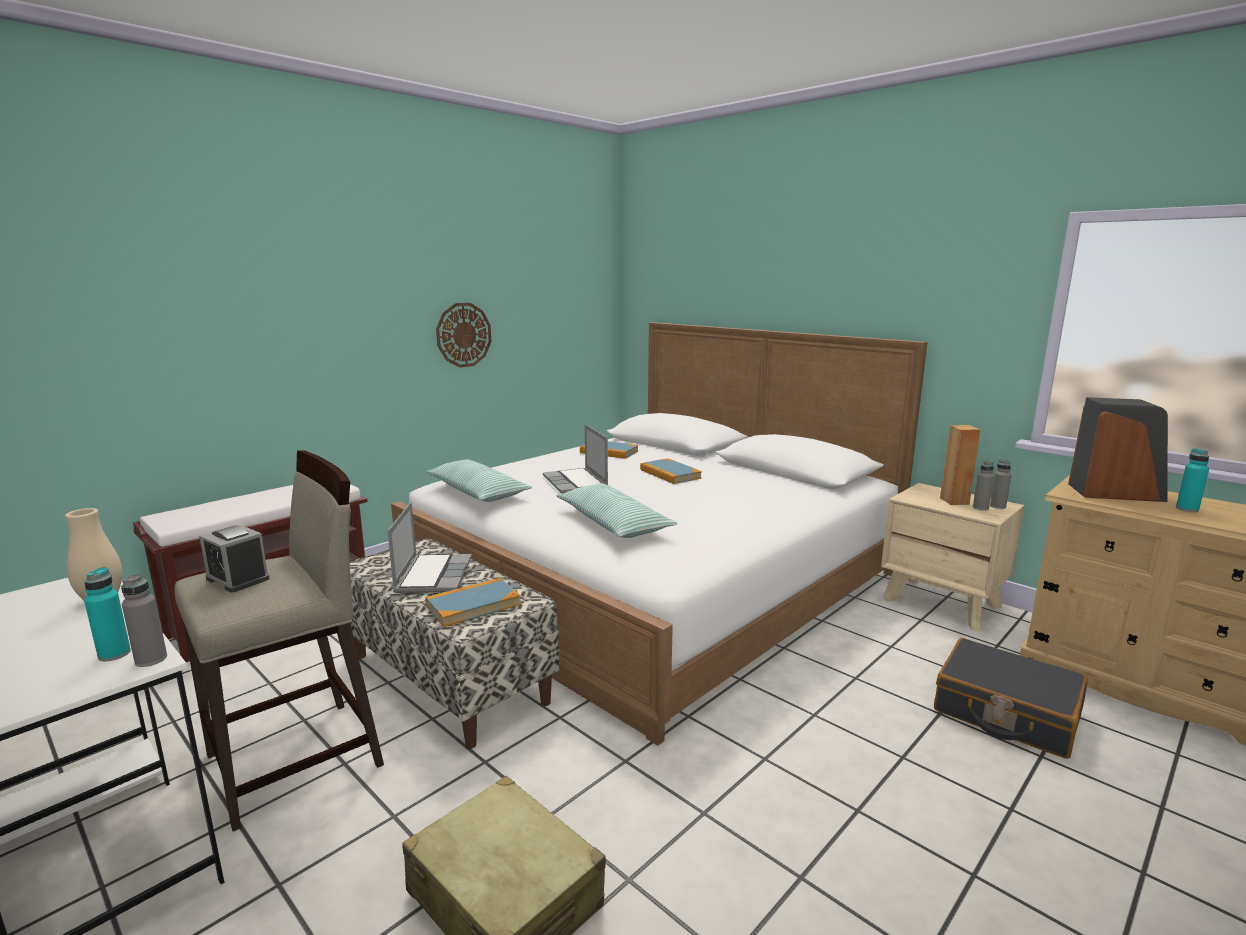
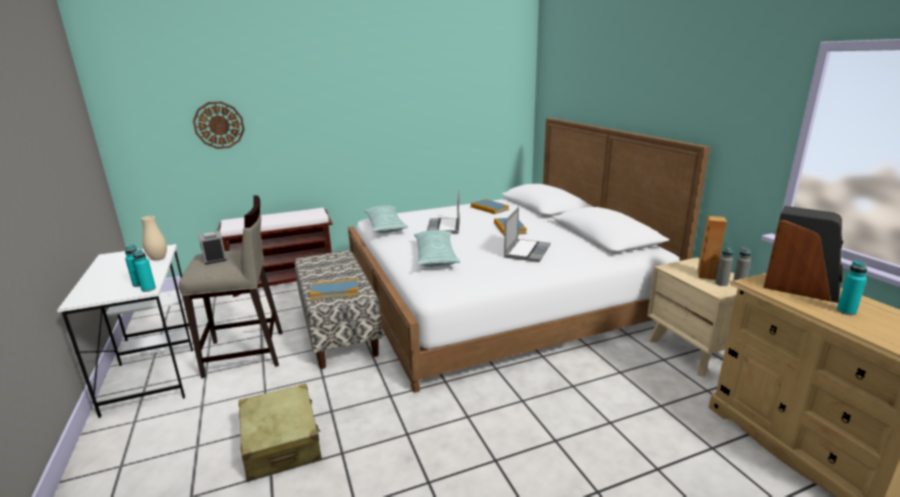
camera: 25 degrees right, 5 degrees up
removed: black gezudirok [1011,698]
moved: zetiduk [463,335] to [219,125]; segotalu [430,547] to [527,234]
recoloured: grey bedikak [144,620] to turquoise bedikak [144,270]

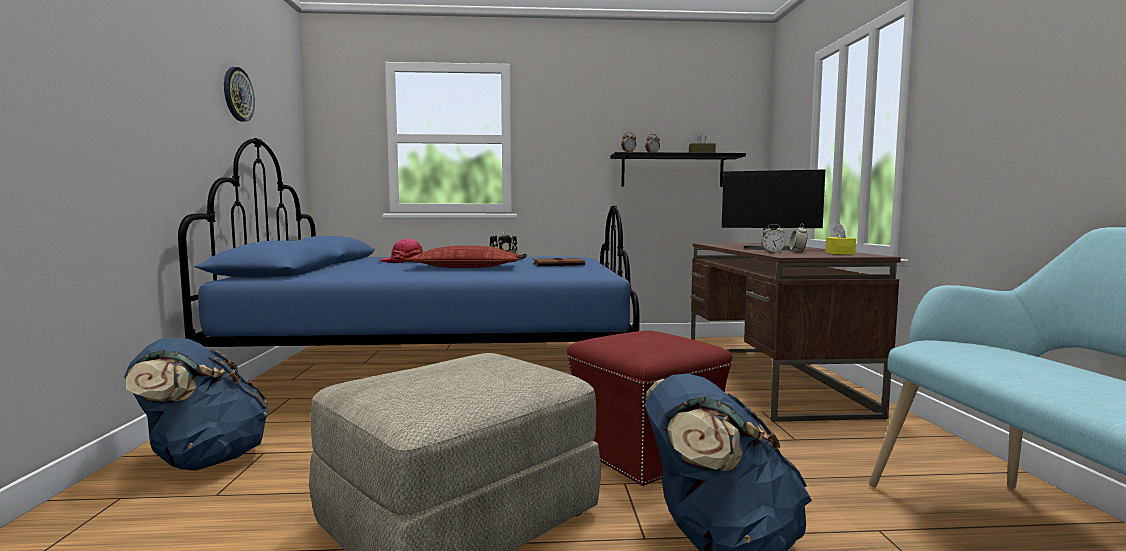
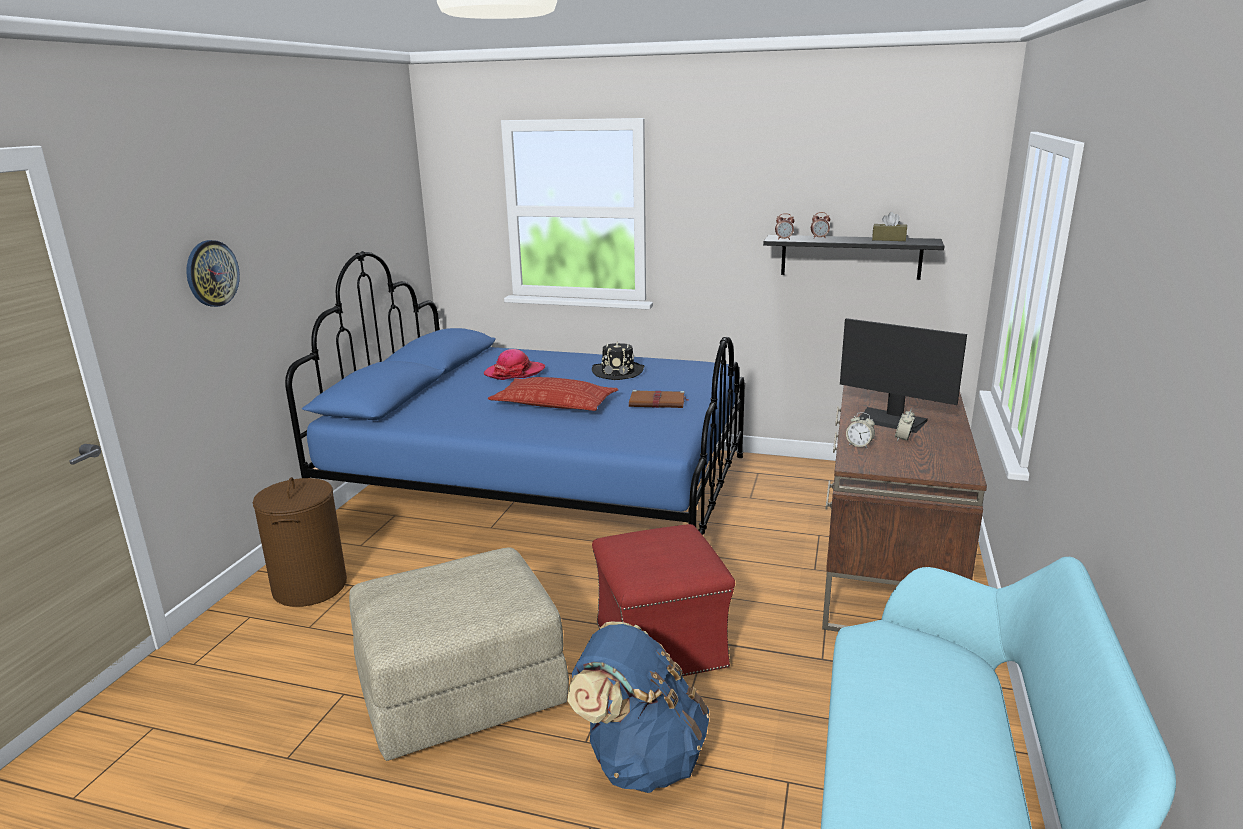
camera: 20 degrees right, 15 degrees up
removed: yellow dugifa [840,238]
moved: zetiduk [239,94] to [213,273]
replaced: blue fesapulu [196,404] to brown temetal [300,542]

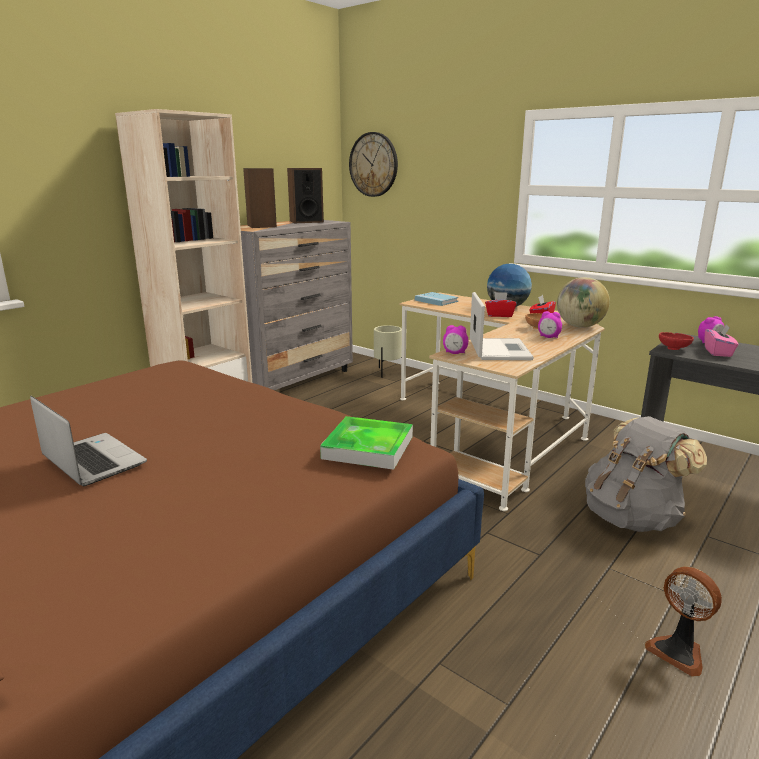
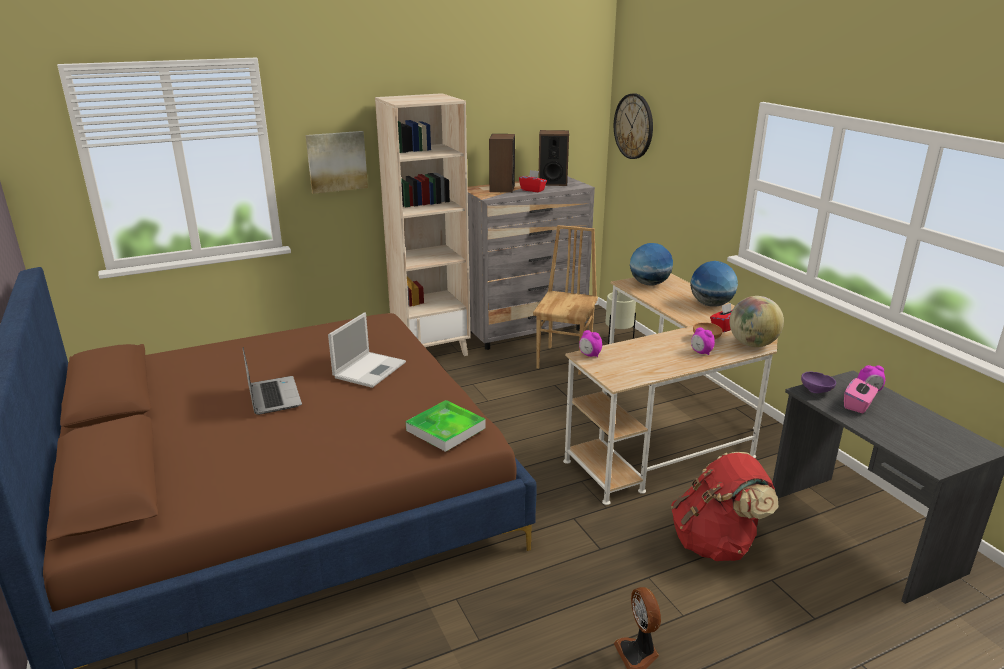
camera: 25 degrees right, 5 degrees up
added: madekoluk [337,162]; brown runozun [565,300]
moved: segotalu [502,326] to [367,350]; red dugifa [500,304] to [533,181]
replaced: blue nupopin [436,299] to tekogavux [651,264]
recoloured: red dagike [676,341] to purple dagike [818,382]; grey fesapulu [646,474] to red fesapulu [725,506]

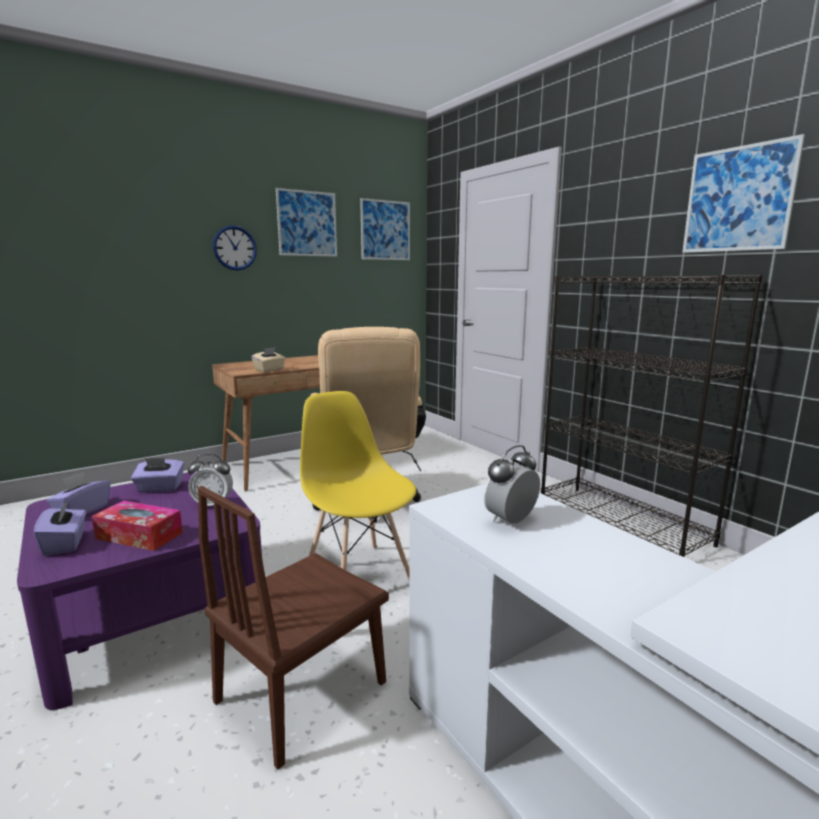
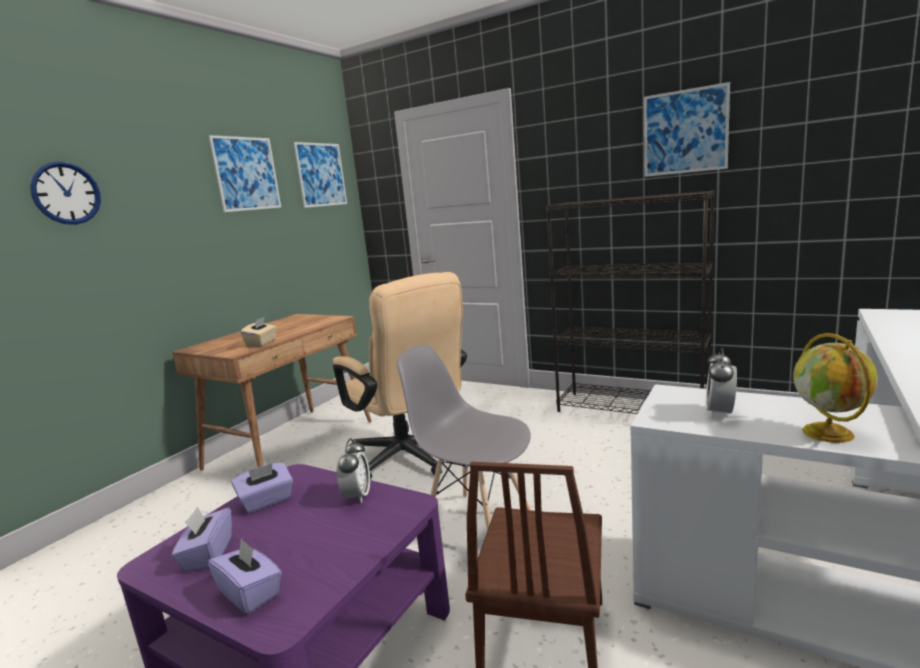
camera: 25 degrees left, 0 degrees up
removed: dugifa [137,526]
added: tekogavux [835,388]
moved: zetiduk [235,248] to [65,193]
recoloured: yellow runozun [358,485] to grey runozun [464,437]
turned: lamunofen [210,480] = [353,471] 60 degrees counterclockwise

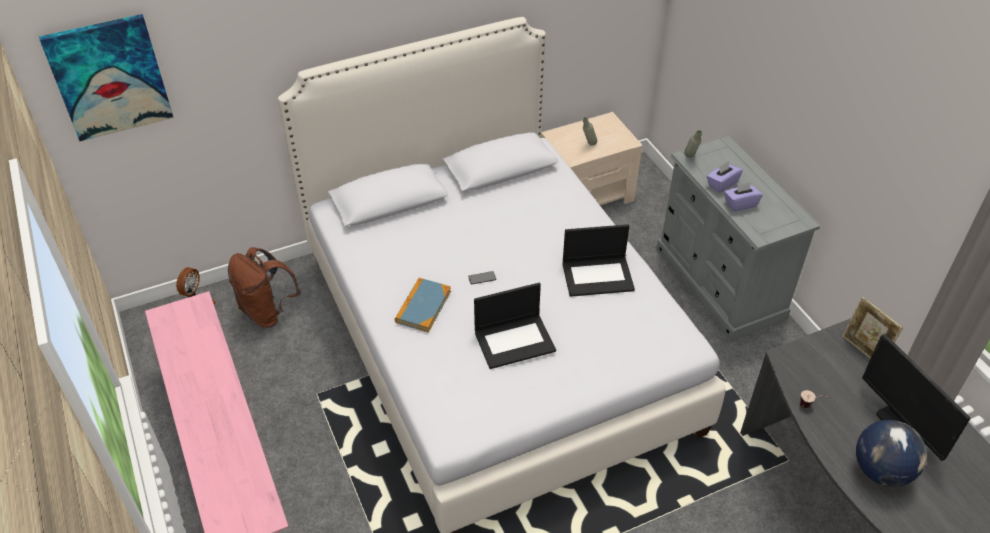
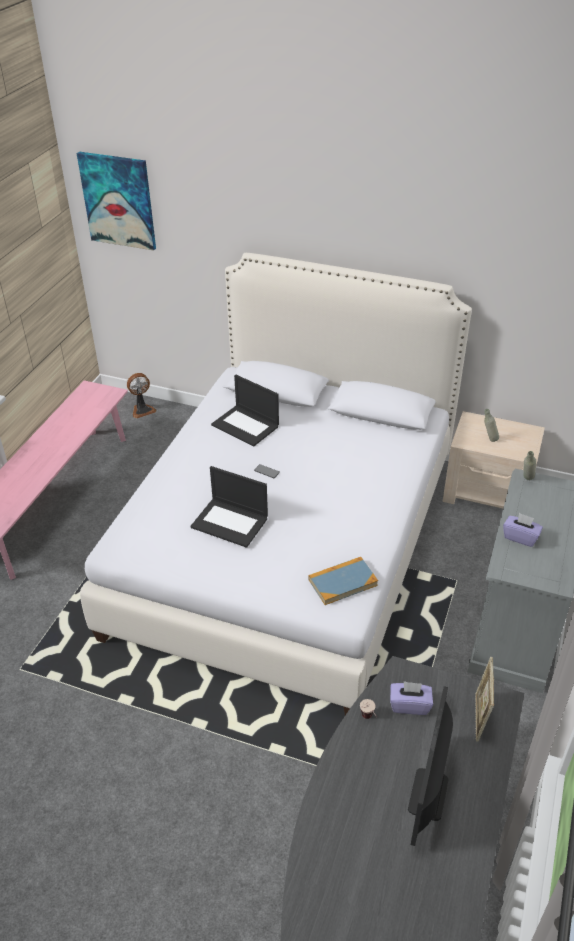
camera: 45 degrees right, 5 degrees down
removed: brown fesapulu [264,287]; tekogavux [891,453]
moved: purple dugifa [725,177] to [411,698]; segotalu [598,260] to [245,411]; nupopin [423,305] to [343,581]

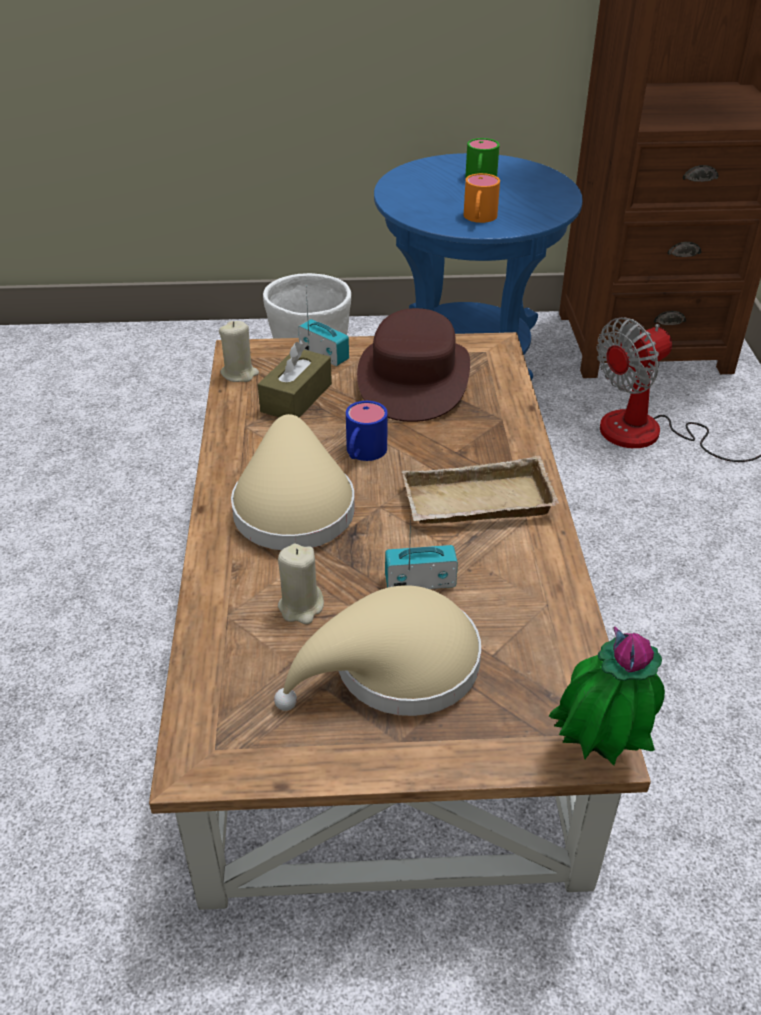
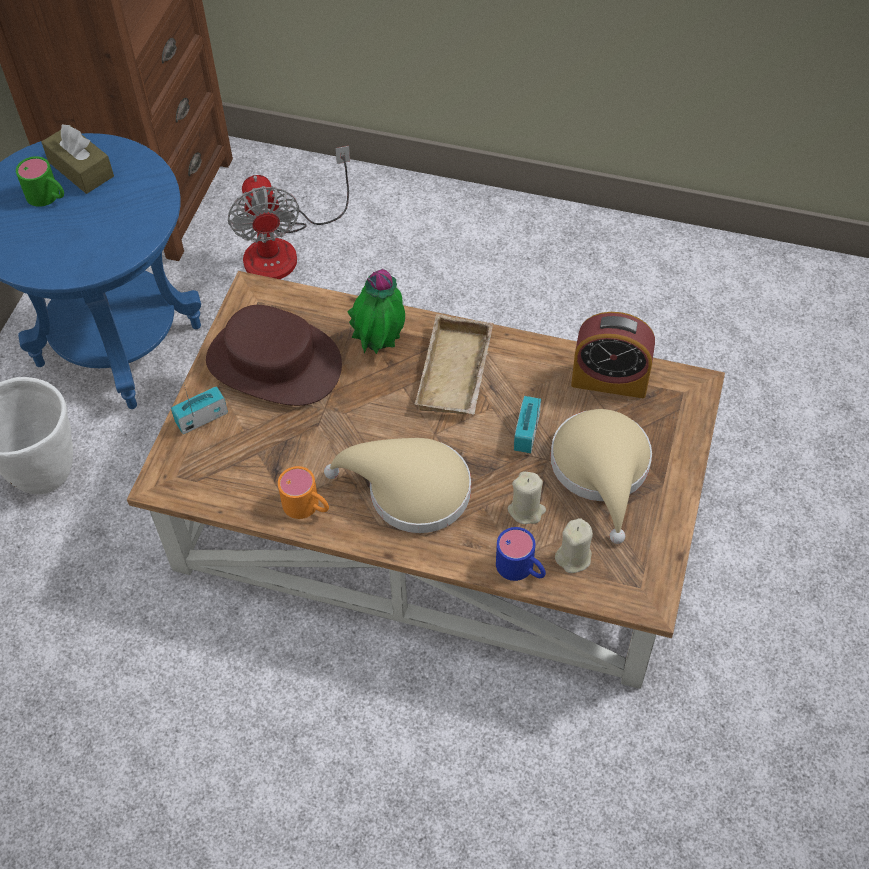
camera: 70 degrees left, 15 degrees up
added: lamunofen [613,355]
moved: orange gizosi [482,198] to [303,492]; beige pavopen [239,351] to [574,545]; brown dugifa [295,379] to [77,159]; blue gizosi [367,431] to [521,554]; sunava [607,695] to [376,311]

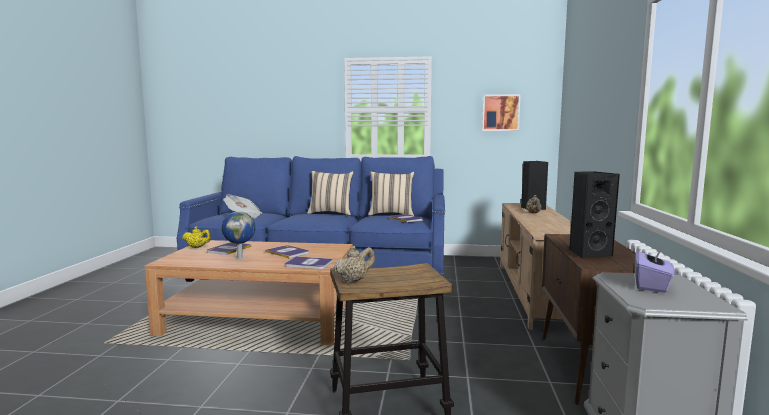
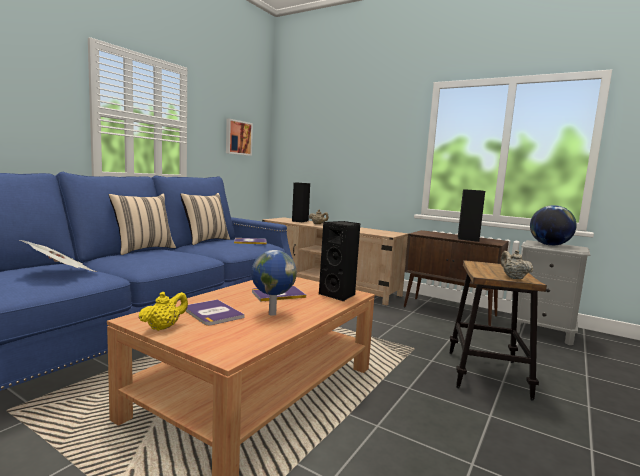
camera: 65 degrees left, 0 degrees up
replaced: purple dugifa [655,270] to tekogavux [553,225]; nupopin [309,262] to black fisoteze [339,261]

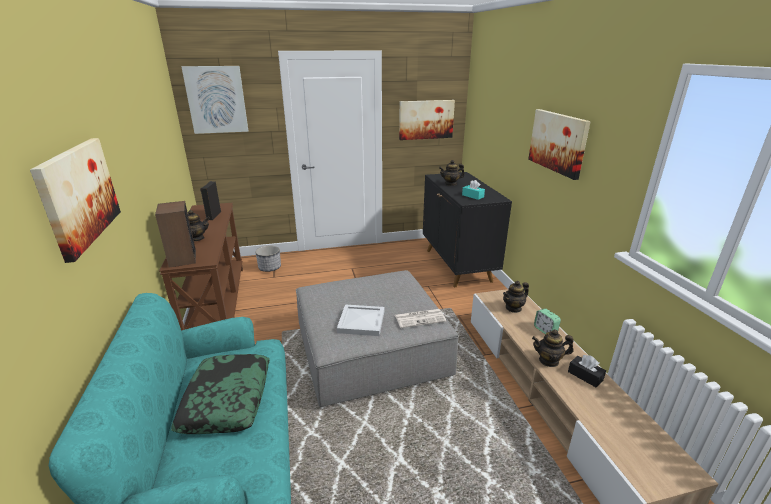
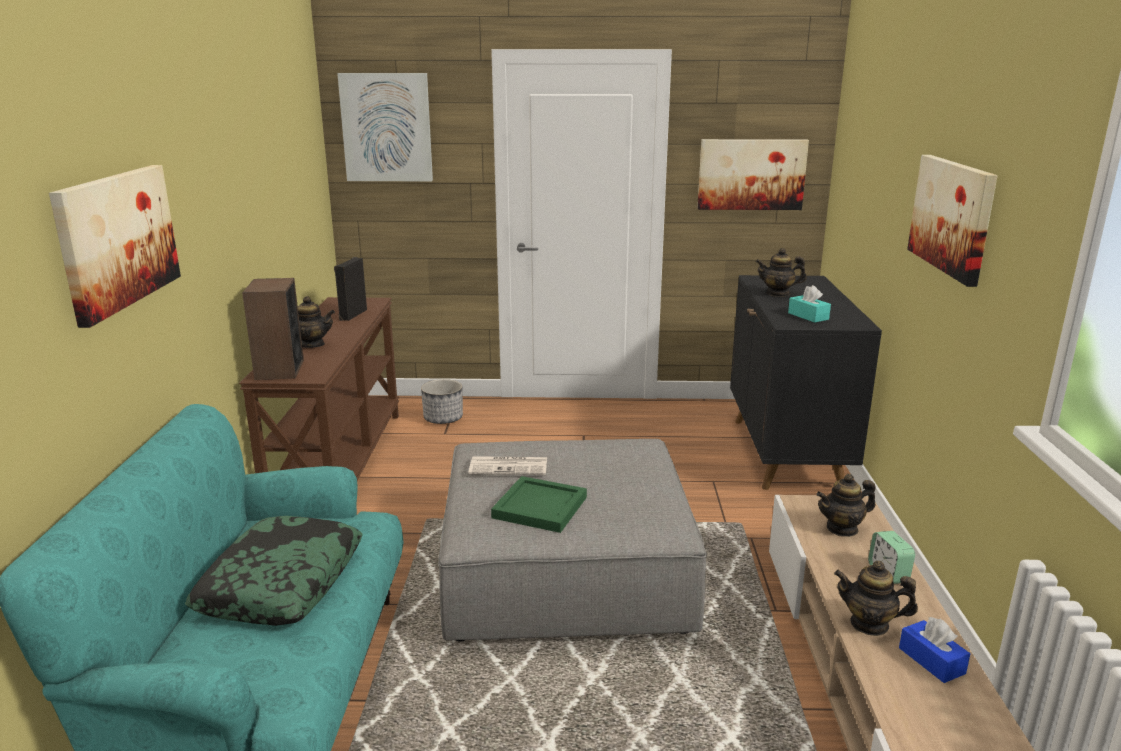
camera: 15 degrees right, 5 degrees down
moved: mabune [420,318] to [507,465]
recoloured: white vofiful [360,320] to green vofiful [539,504]; black dugifa [587,371] to blue dugifa [934,650]

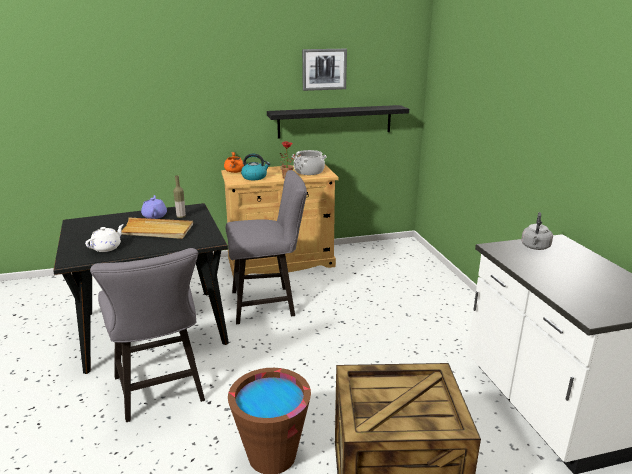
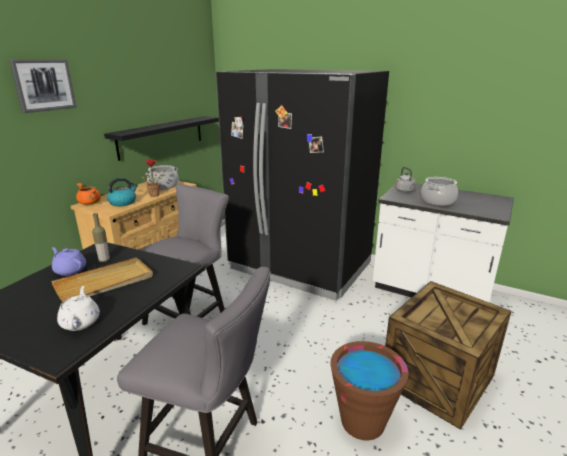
camera: 45 degrees left, 0 degrees up
added: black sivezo [302,185]; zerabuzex [439,191]
moved: madekoluk [324,70] to [43,86]

